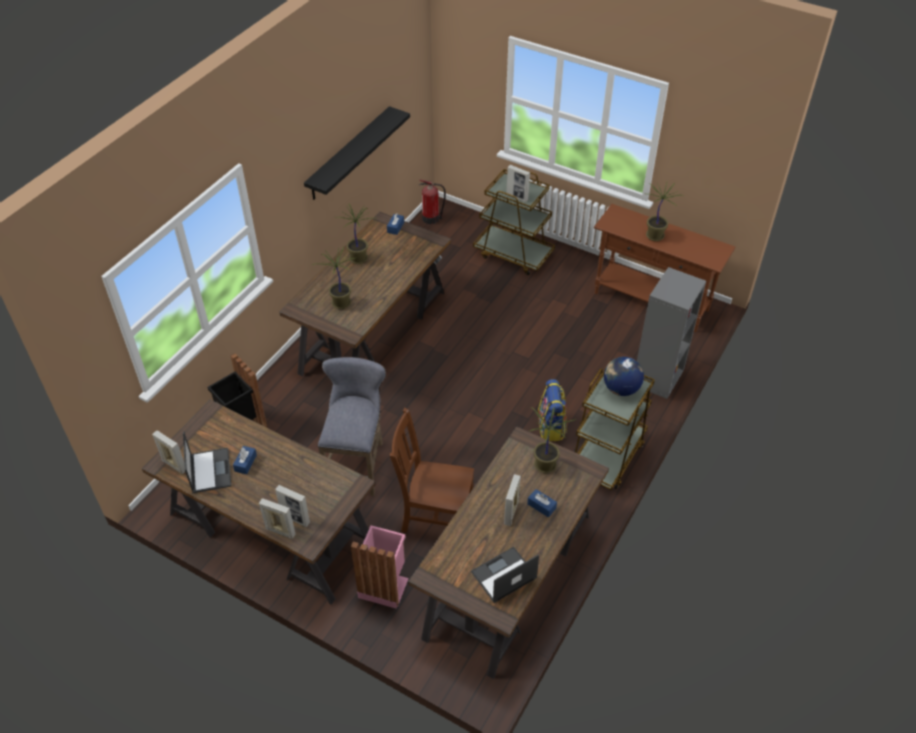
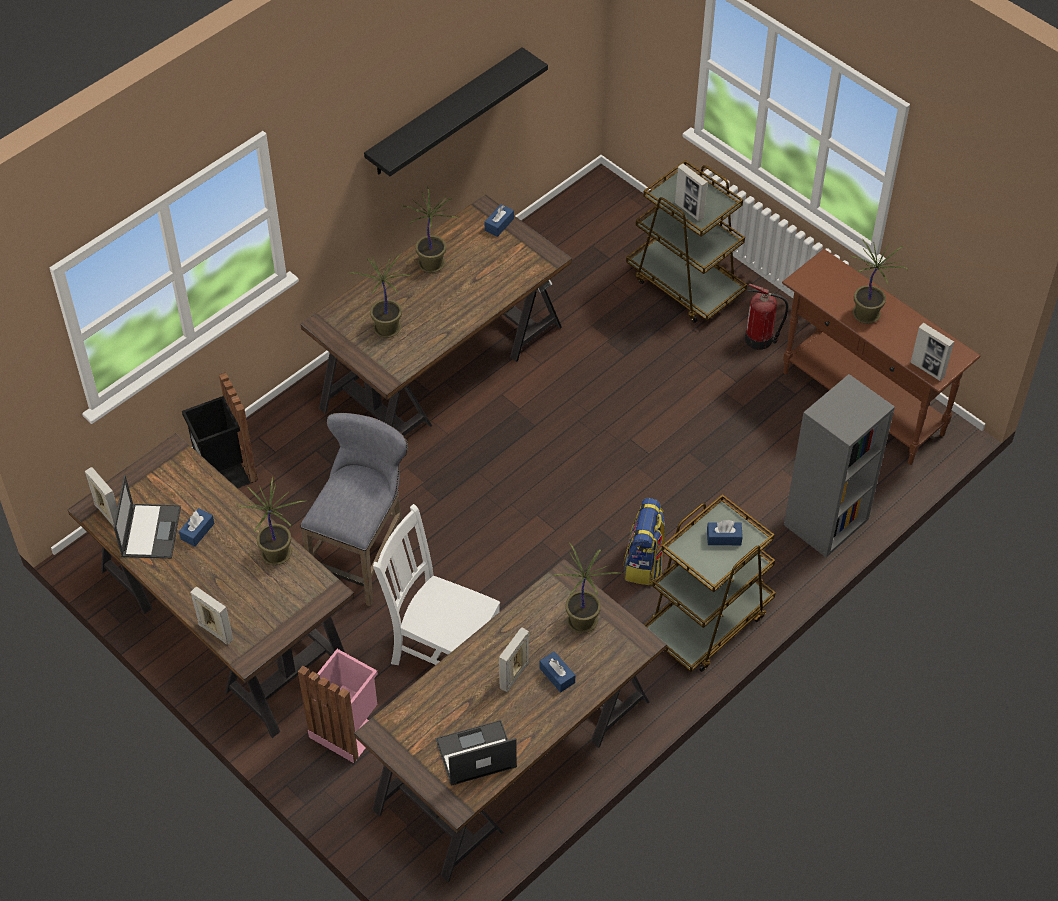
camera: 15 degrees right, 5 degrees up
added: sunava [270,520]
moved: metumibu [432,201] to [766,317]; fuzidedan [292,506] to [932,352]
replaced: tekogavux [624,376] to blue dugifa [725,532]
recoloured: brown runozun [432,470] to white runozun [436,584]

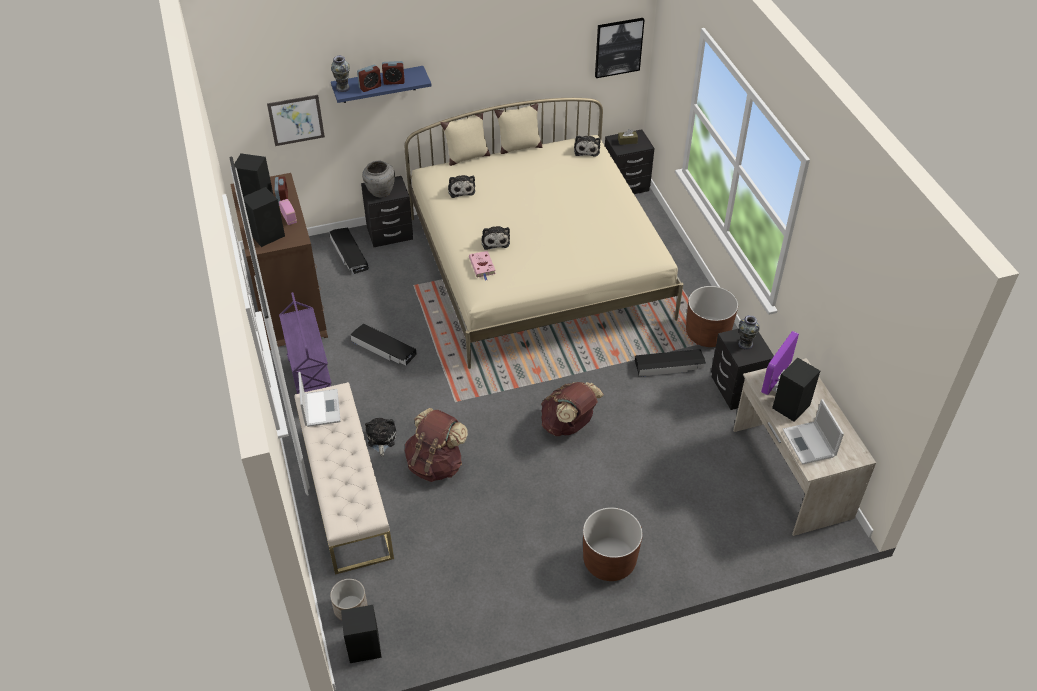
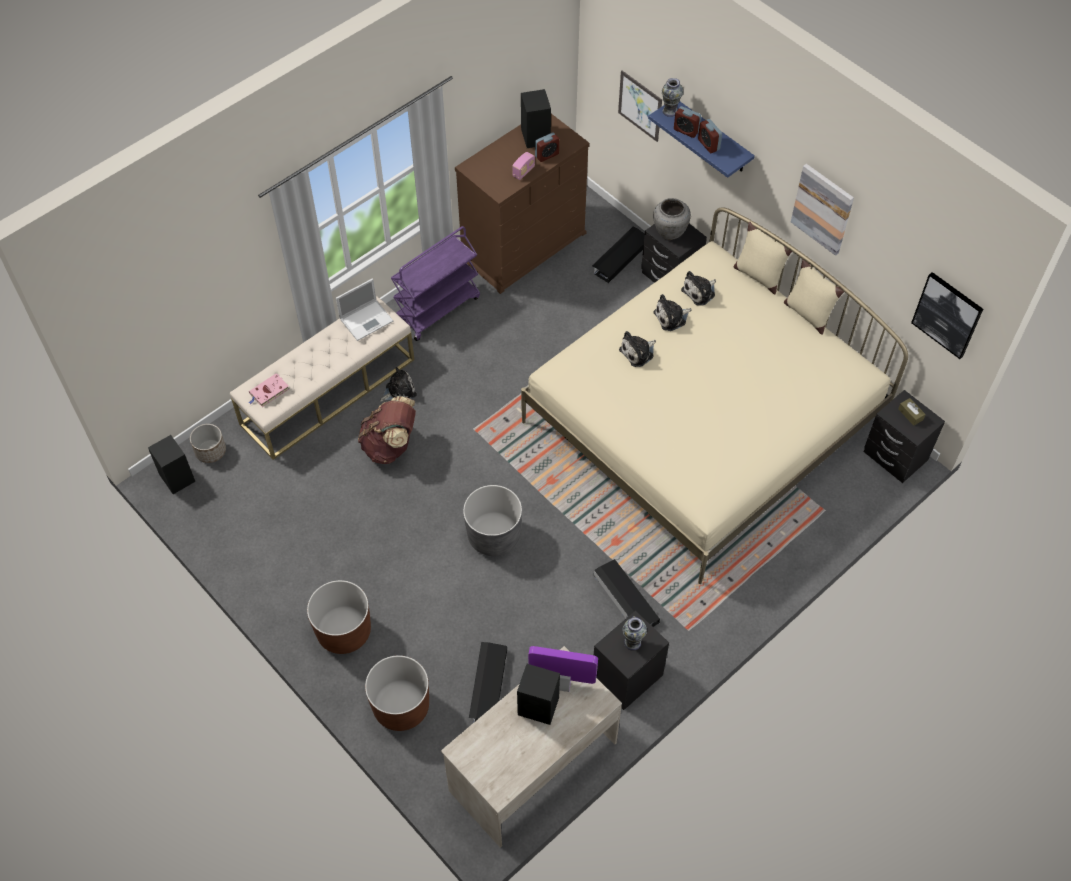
camera: 65 degrees right, 10 degrees up
removed: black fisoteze [264,217]; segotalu [813,432]
added: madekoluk [822,210]
moved: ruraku [587,146] to [672,312]; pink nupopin [482,265] to [268,390]; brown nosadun [712,316] to [397,693]; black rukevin [383,344] to [488,682]
replaced: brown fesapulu [572,409] to grey nosadun [492,520]

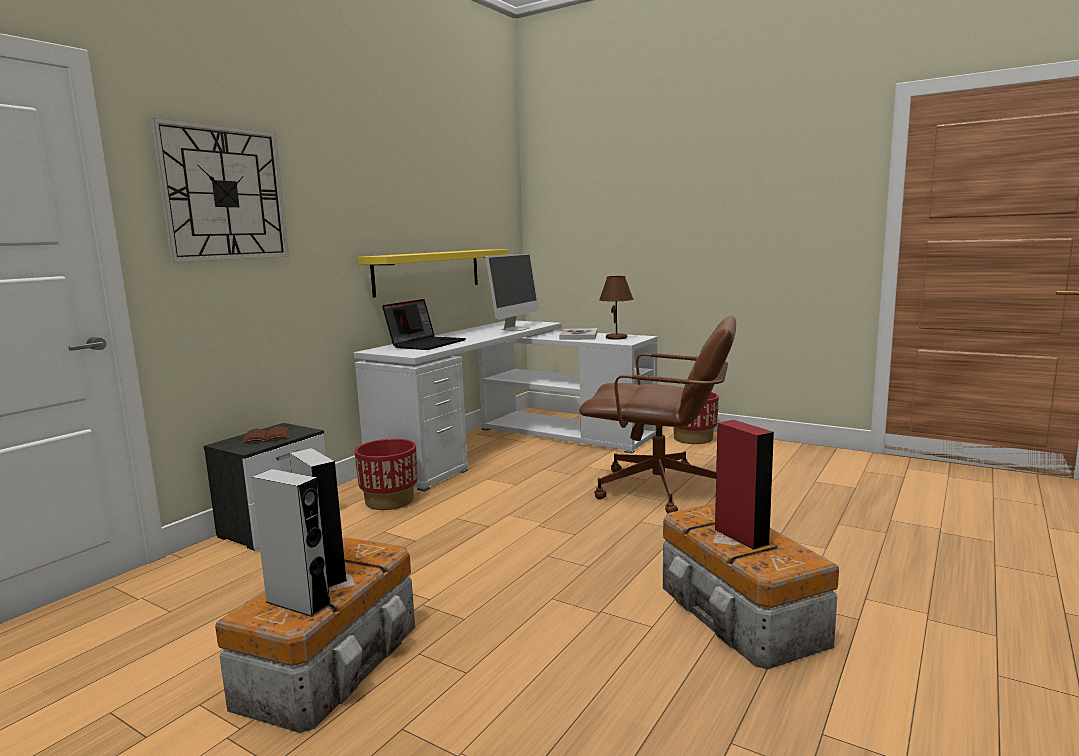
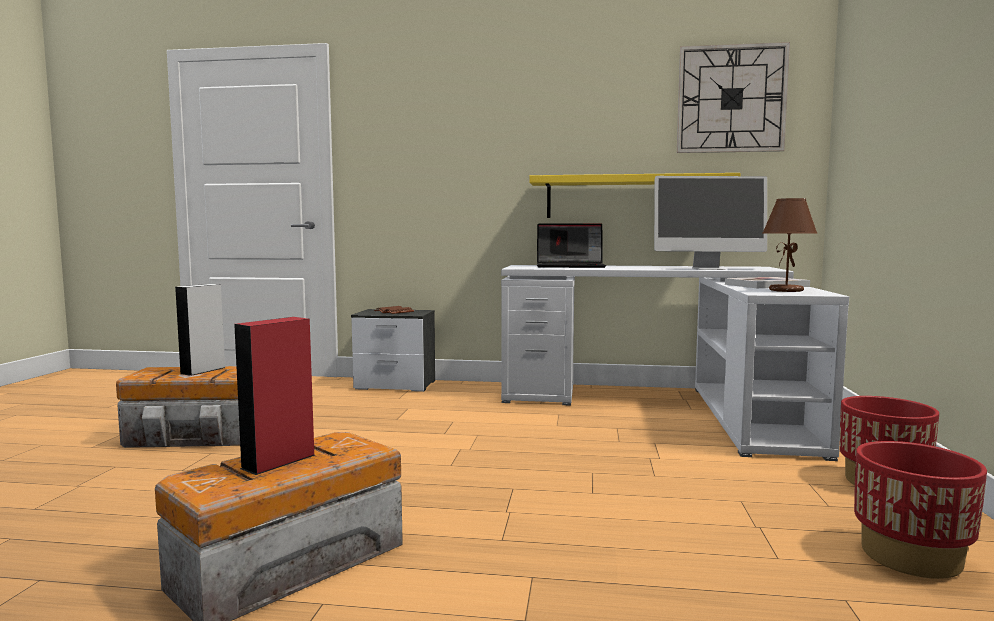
camera: 65 degrees right, 5 degrees down
removed: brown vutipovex [657,414]; grey fisoteze [291,543]
moved: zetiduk [219,190] to [733,97]; red nosadun [385,474] to [920,510]

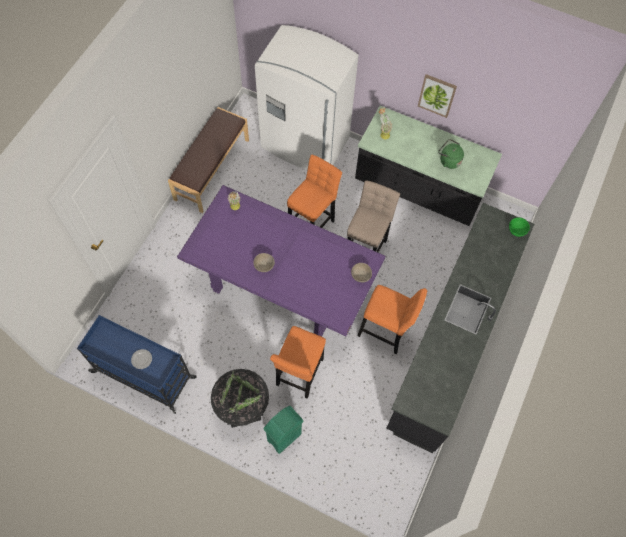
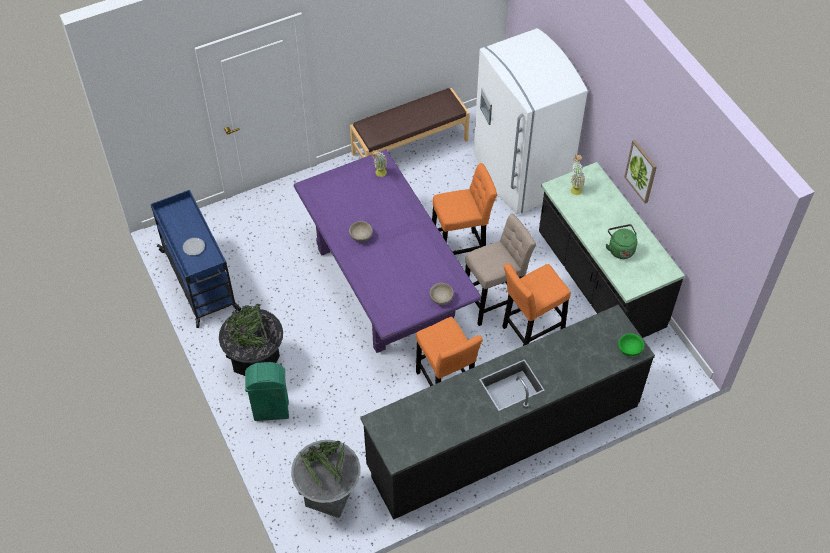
camera: 40 degrees right, 10 degrees down
added: grey nosadun [325,479]
moved: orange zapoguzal [298,362] to [536,305]

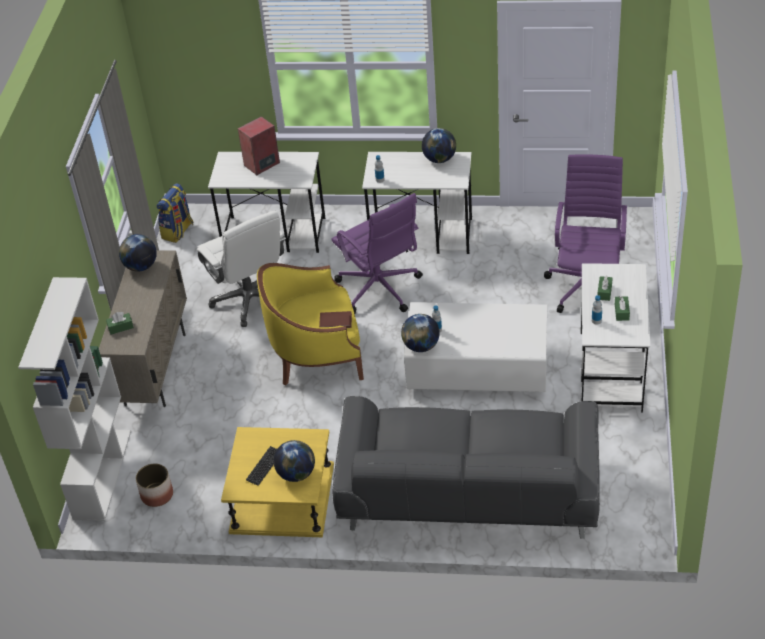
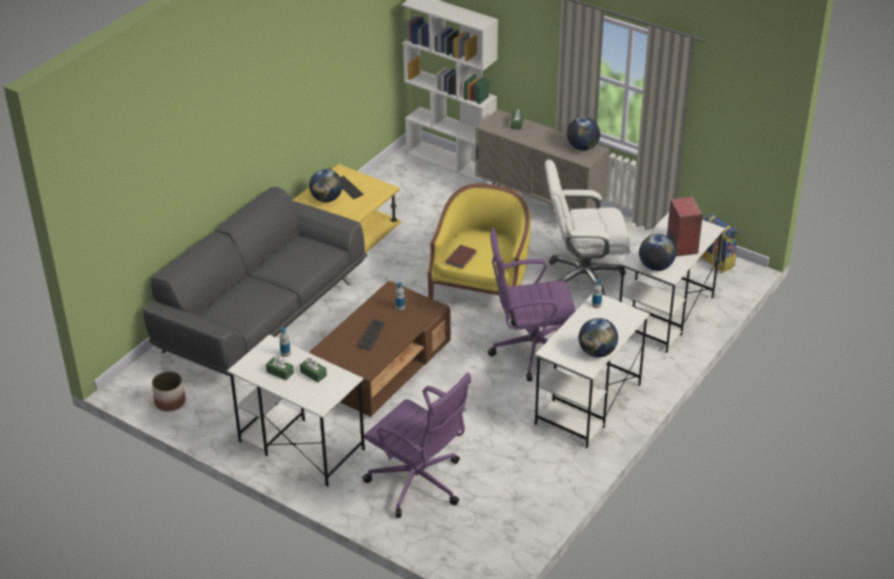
camera: 115 degrees right, 5 degrees down
added: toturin [371,334]
moved: tekogavux [420,333] to [657,252]; nosadun [154,485] to [168,391]
recoloured: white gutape [475,347] to brown gutape [379,349]

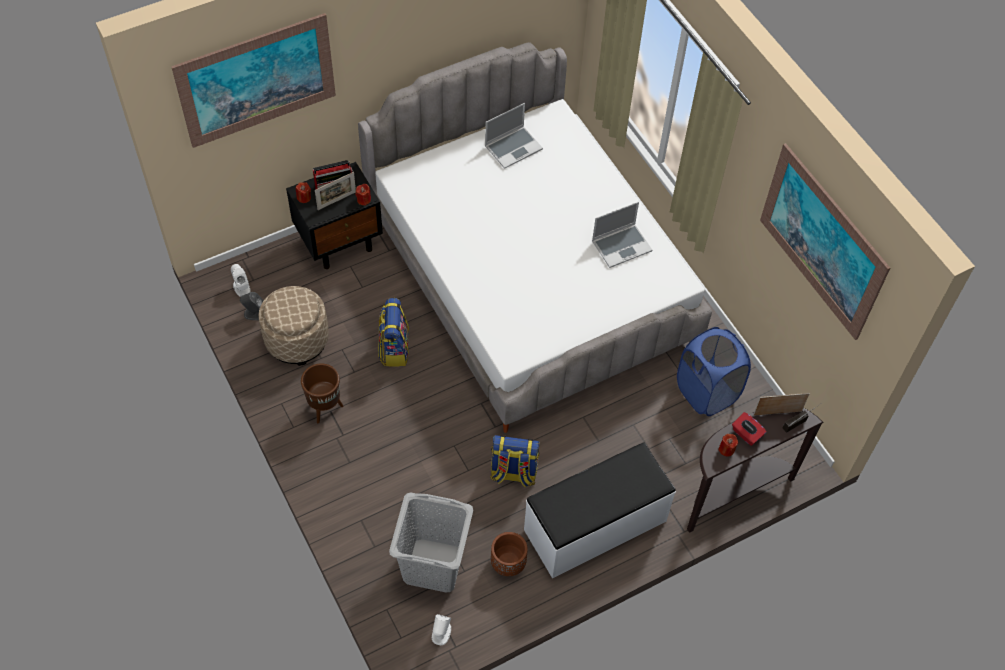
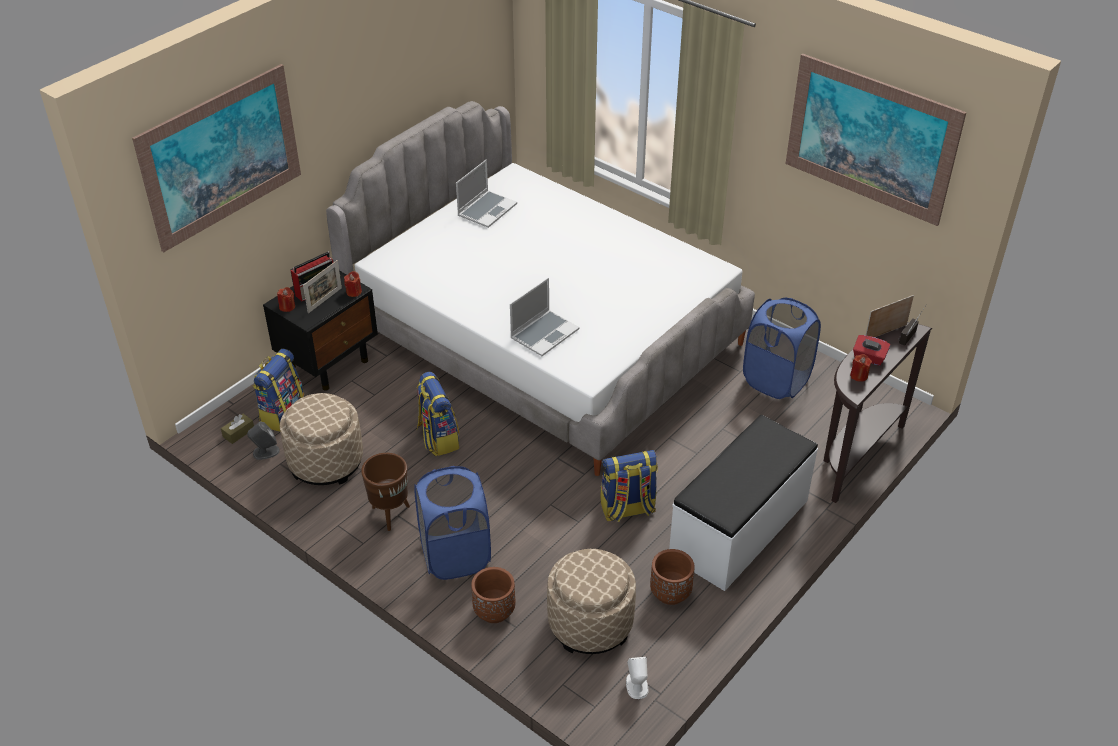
camera: 20 degrees left, 15 degrees down
added: fesapulu [278,390]; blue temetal [452,523]; brown nosadun [493,595]
moved: segotalu [622,235] to [545,317]
replaced: white fisoteze [241,280] to brown dugifa [237,429]; grey temetal [431,542] to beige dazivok [591,601]

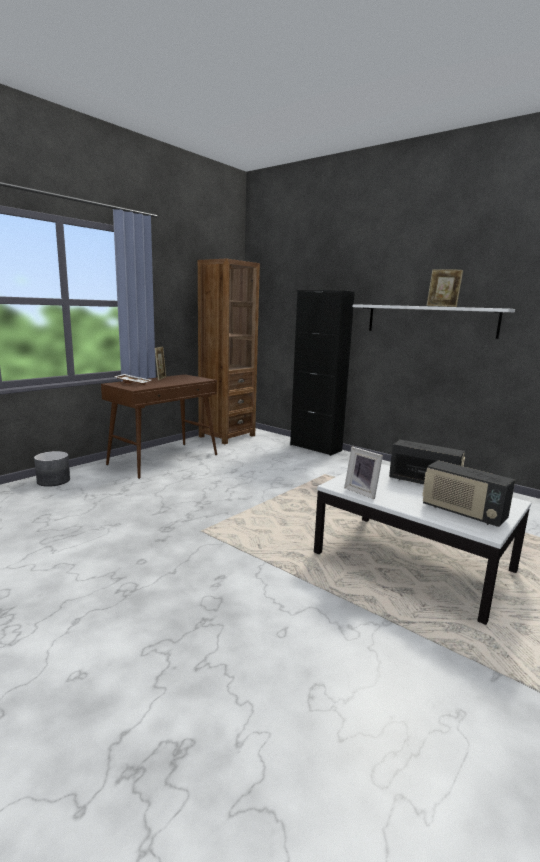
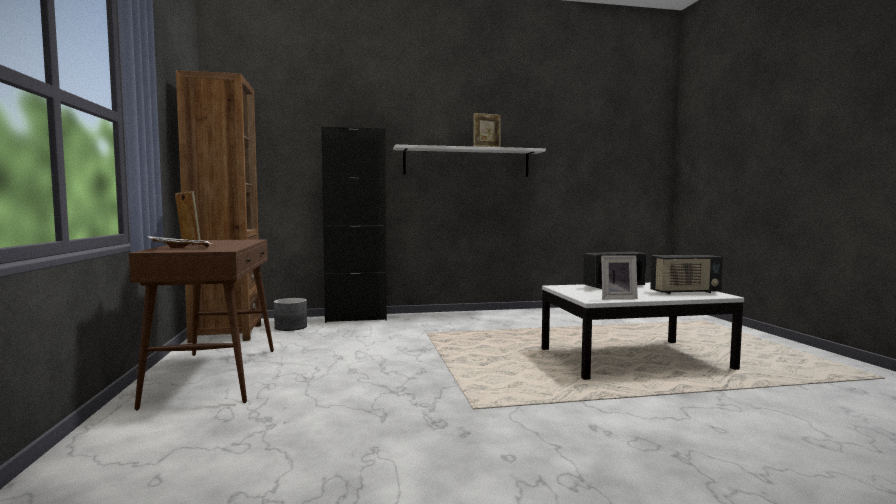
camera: 50 degrees left, 10 degrees down
moved: grey nosadun [52,469] to [290,314]

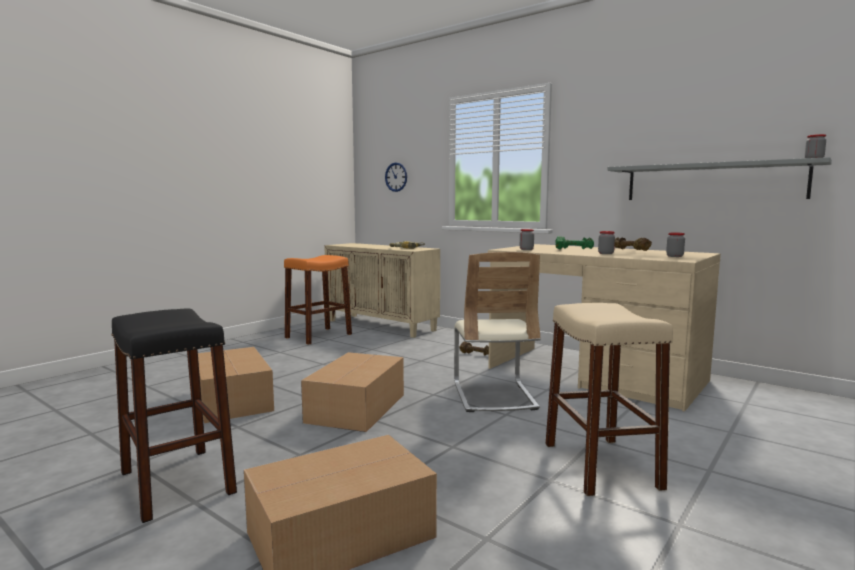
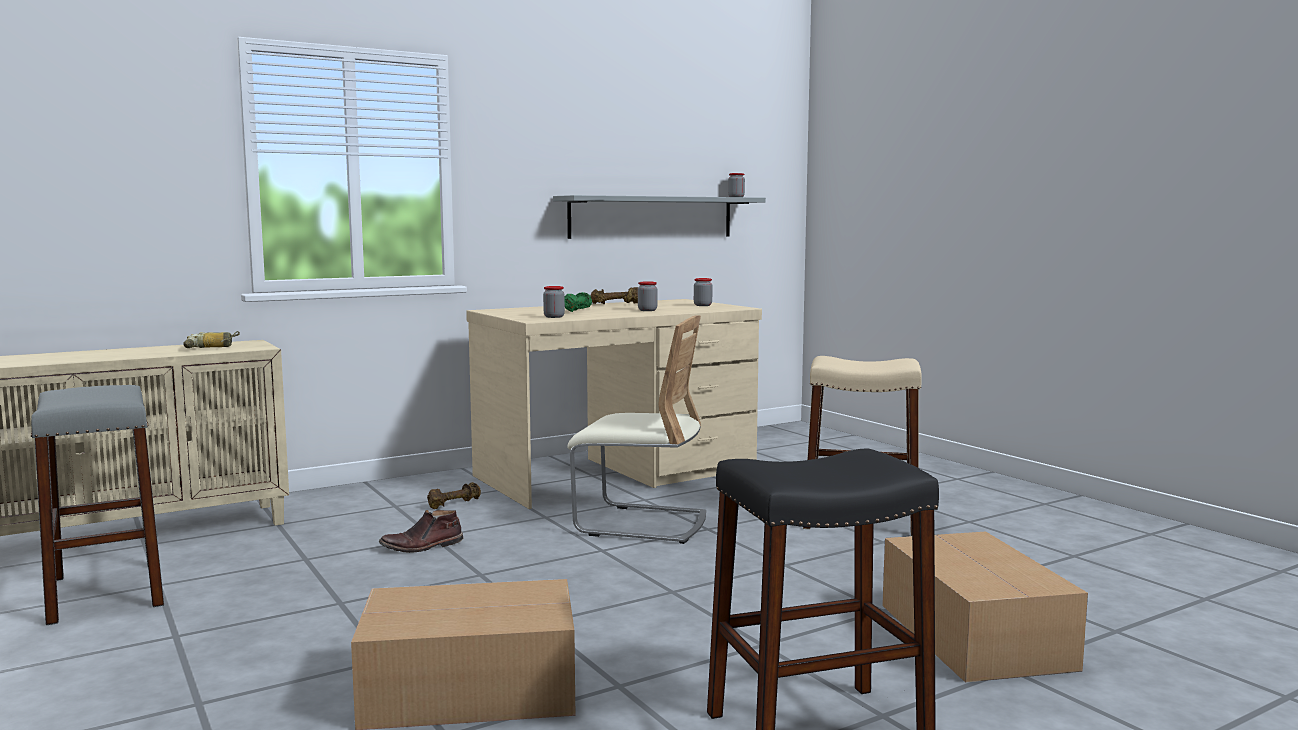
camera: 70 degrees left, 0 degrees up
removed: zetiduk [396,177]; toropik [352,392]
added: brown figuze [421,531]
recoloured: orange zapoguzal [318,300] to grey zapoguzal [97,505]

